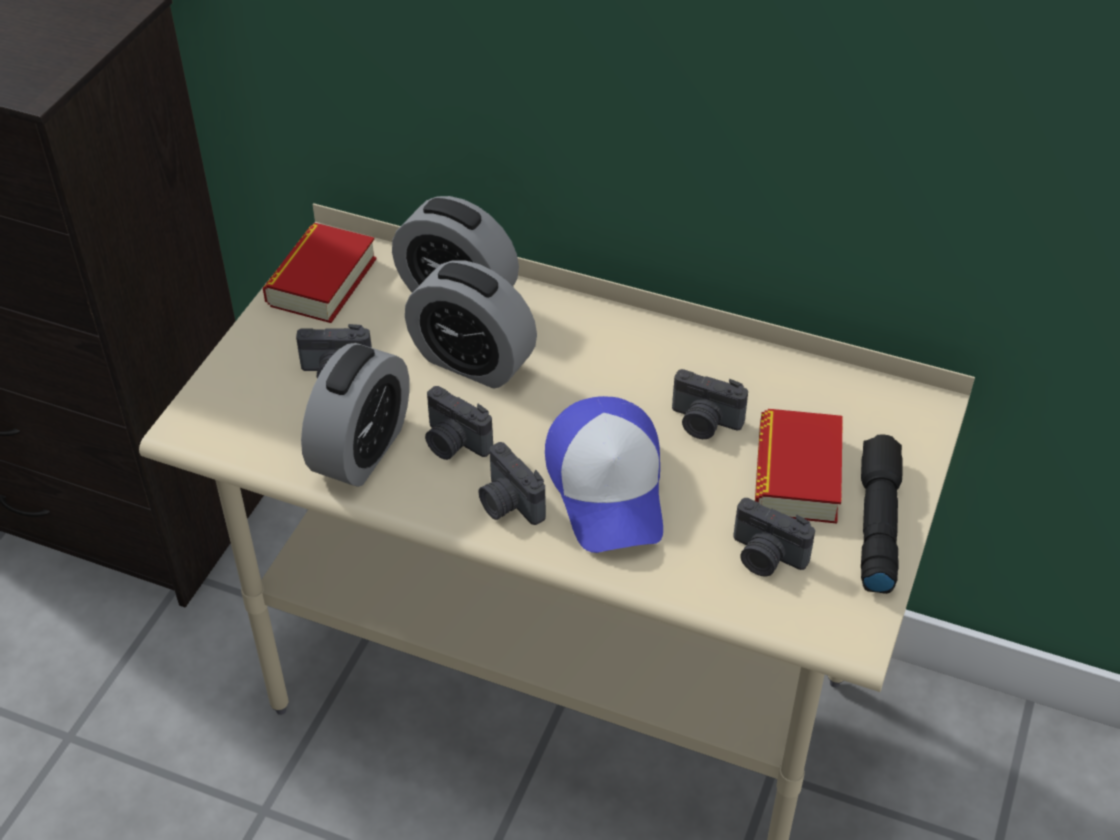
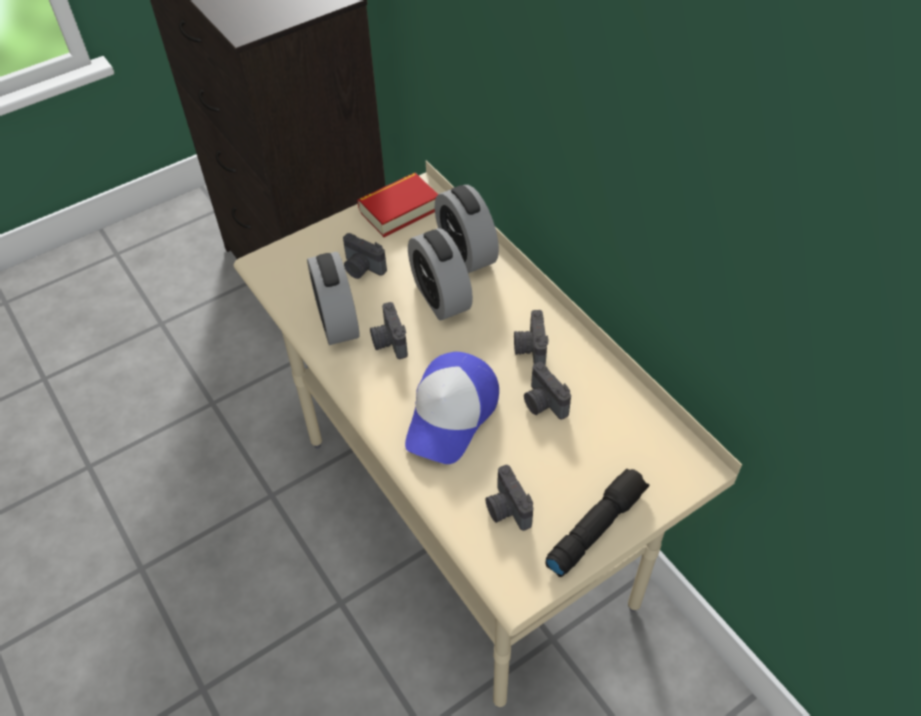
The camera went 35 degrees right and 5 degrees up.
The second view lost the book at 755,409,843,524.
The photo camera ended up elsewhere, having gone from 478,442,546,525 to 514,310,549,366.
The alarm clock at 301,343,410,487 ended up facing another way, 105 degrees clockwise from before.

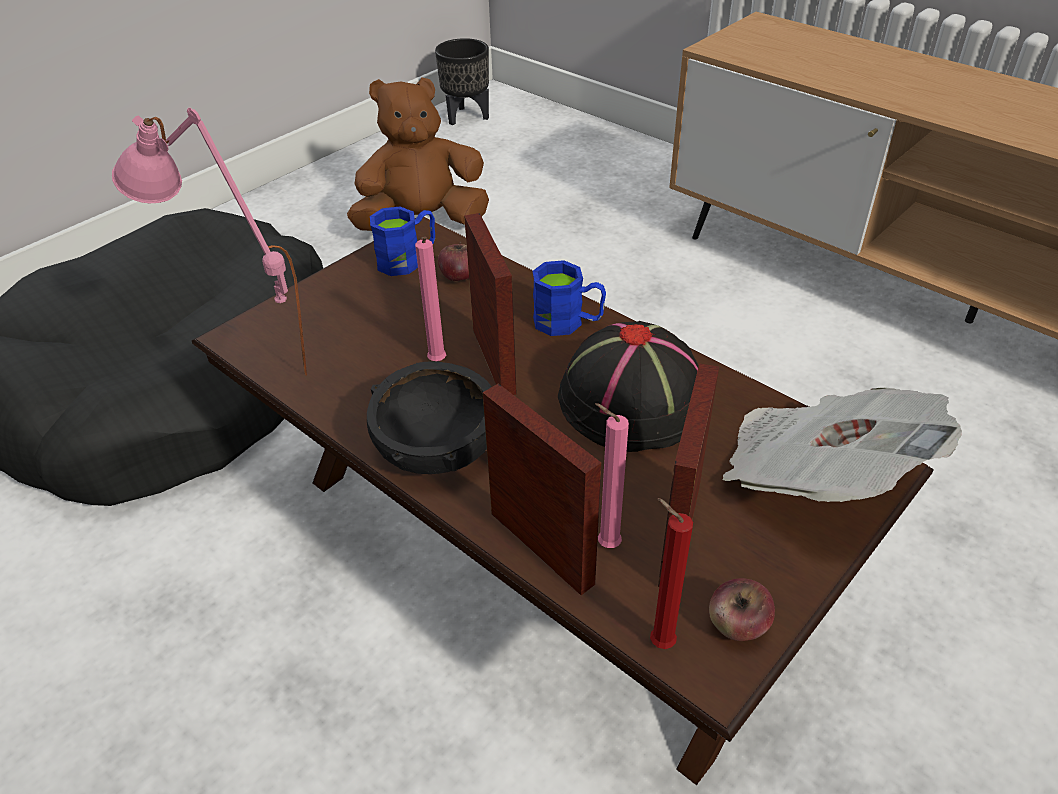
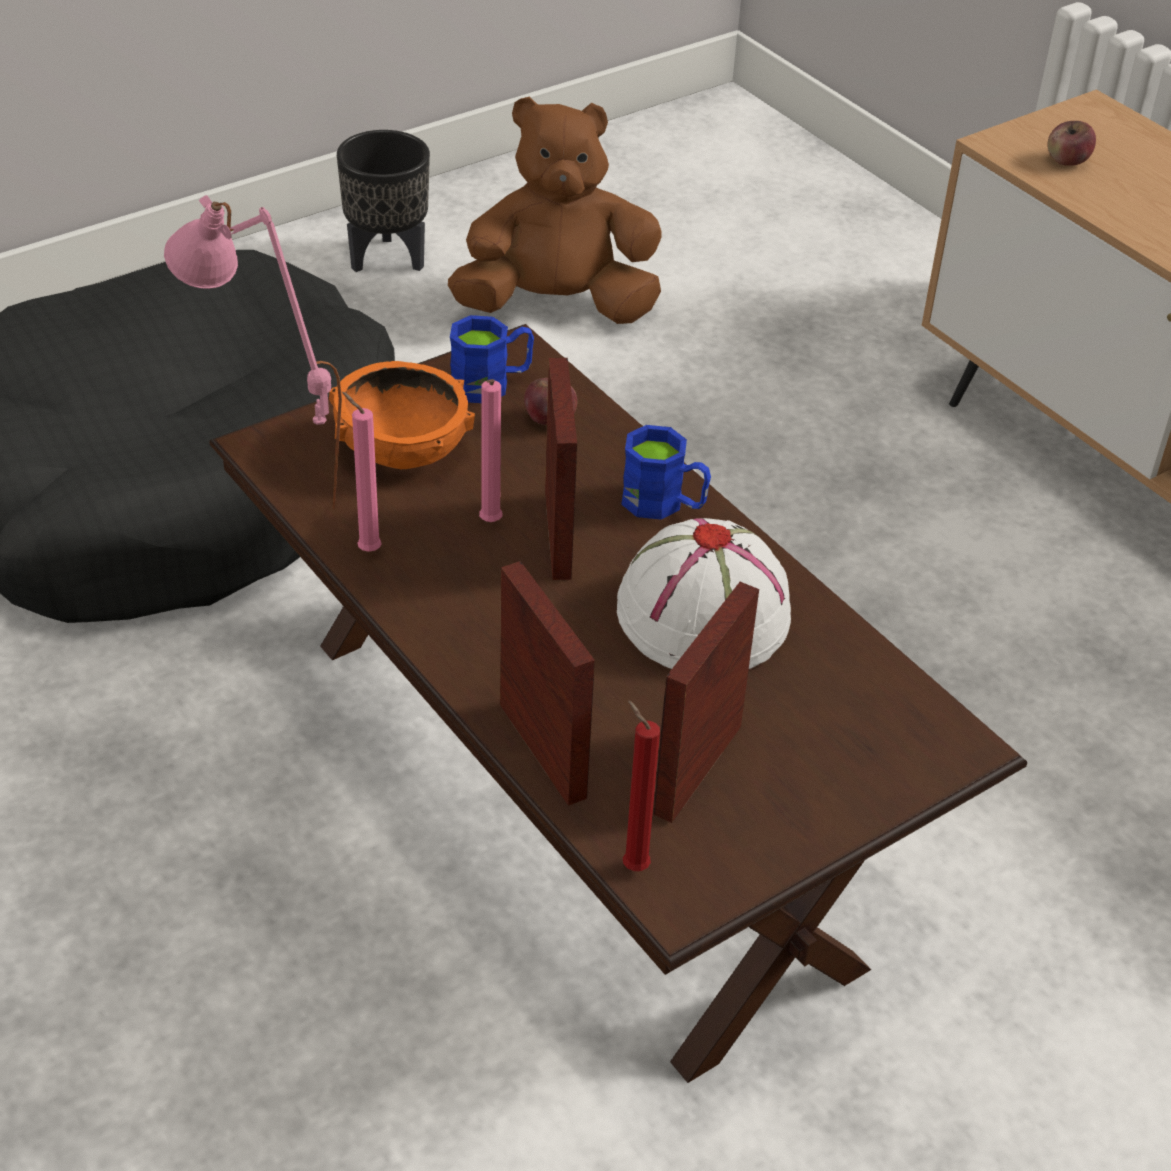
The camera went 10 degrees right and 0 degrees up.
The second view lost the bowl/black at 367,361,491,474.
The second view lost the newspaper at 722,387,962,502.
The second view gained the bowl/orange at 329,361,475,469.
The planter/black ended up elsewhere, having gone from 435,38,489,125 to 337,130,430,272.
The candle/pink ended up elsewhere, having gone from 595,403,629,548 to 342,392,382,552.
The apple ended up elsewhere, having gone from 709,578,775,641 to 1047,121,1096,165.
What was the hat/black at 558,321,699,452 turned into the hat/white at 617,518,791,669.

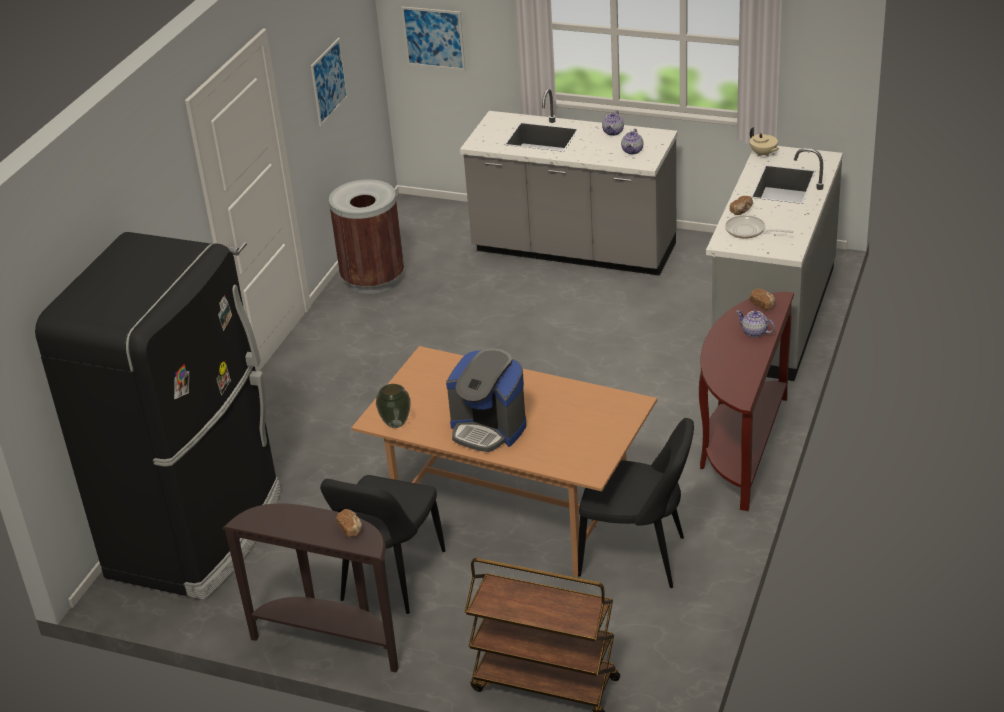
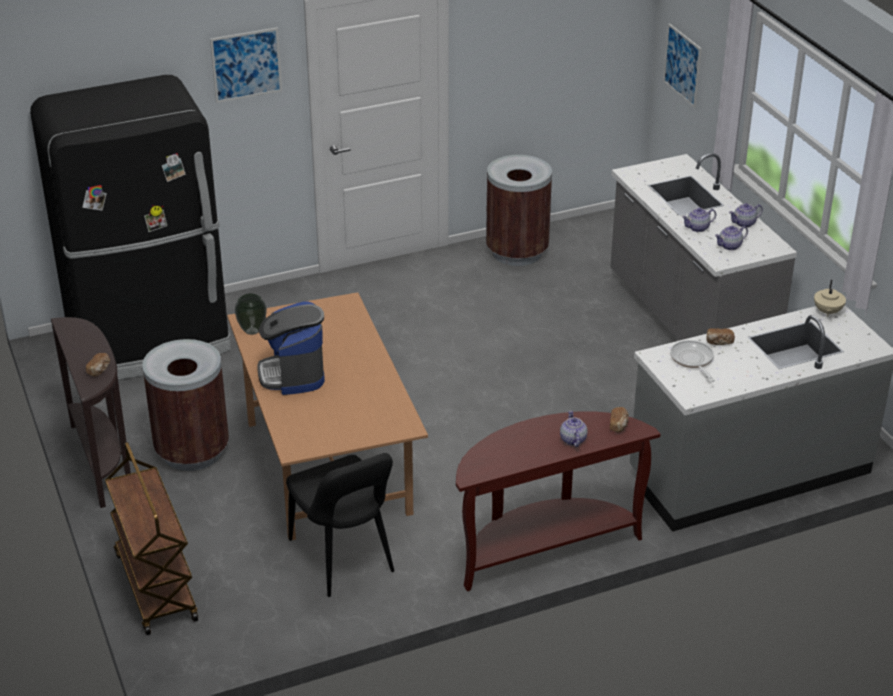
The camera went 45 degrees right and 0 degrees up.
The second view gained the teapot at 682,208,716,232.
The picture ended up elsewhere, having gone from 311,38,348,126 to 210,27,282,103.
Where the chair/black stood at 320,475,445,614, the trash can/brown came to stand at 142,339,229,471.

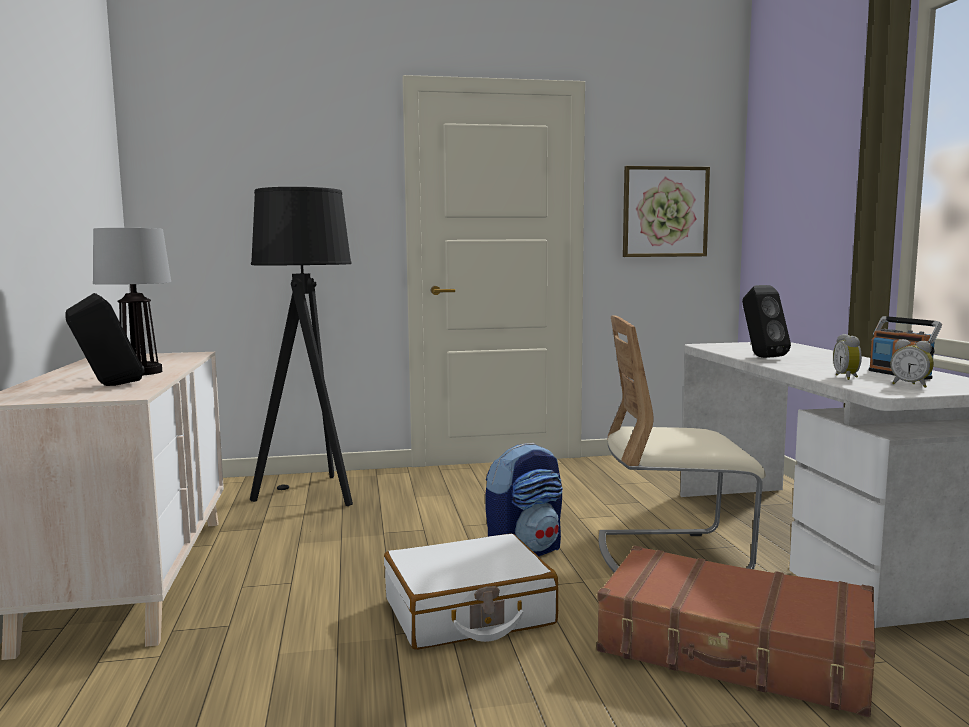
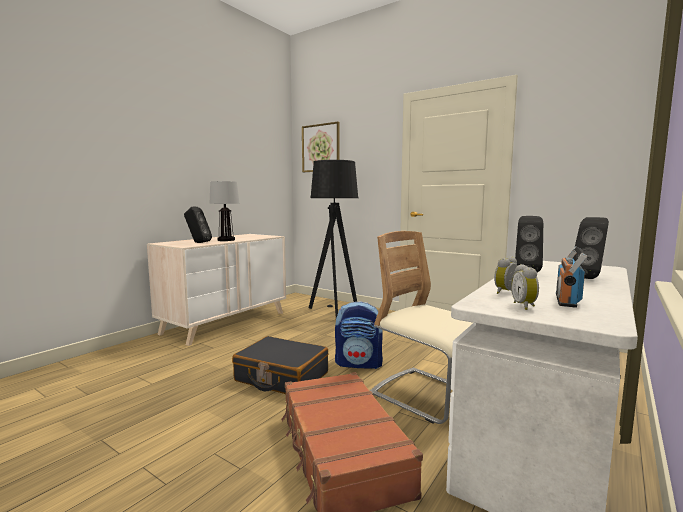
The camera went 45 degrees right and 0 degrees up.
The second view gained the speaker/black at 572,217,609,279.
The picture ended up elsewhere, having gone from 623,166,710,257 to 302,122,340,172.
What was the suitcase/white at 384,533,558,650 turned into the suitcase/black at 232,336,328,394.

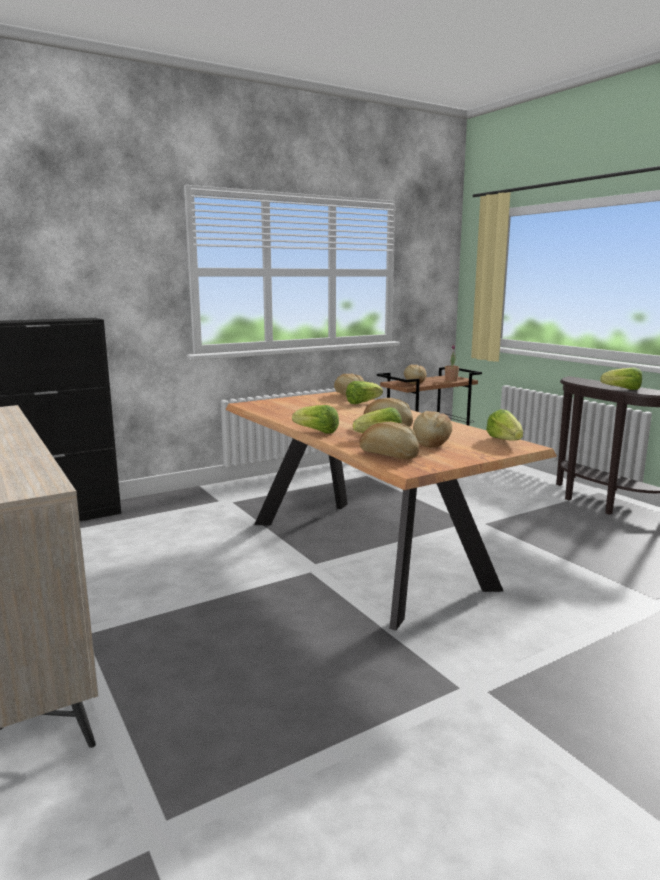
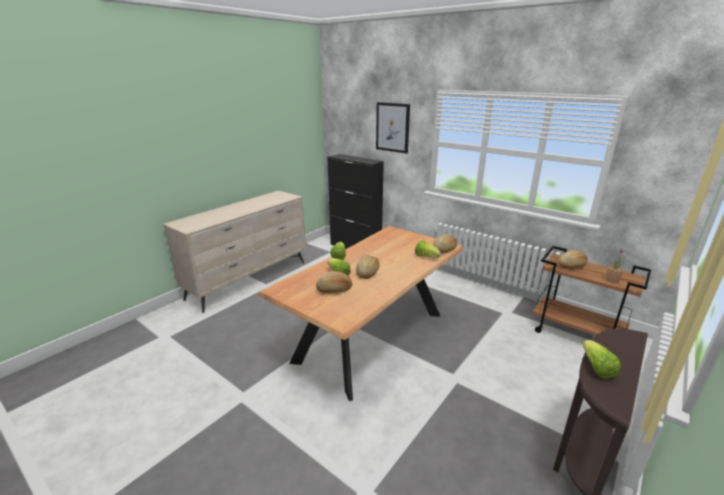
The camera went 70 degrees right and 10 degrees up.
The second view lost the bread at 359,422,419,459.
The second view lost the lettuce at 486,409,523,440.
The second view gained the picture at 376,102,410,154.

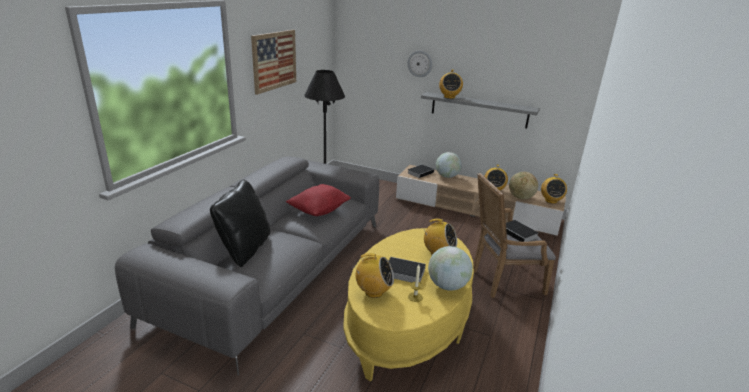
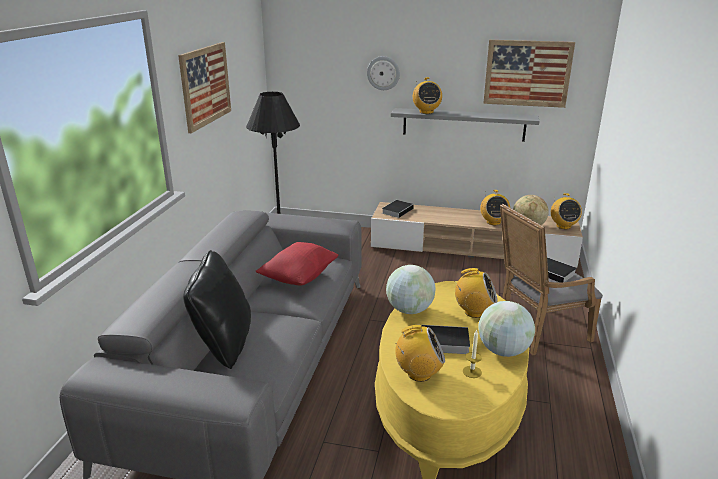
The camera went 10 degrees left and 0 degrees up.
The second view gained the picture at 483,40,575,108.
The globe ended up elsewhere, having gone from 436,152,462,178 to 386,265,435,314.

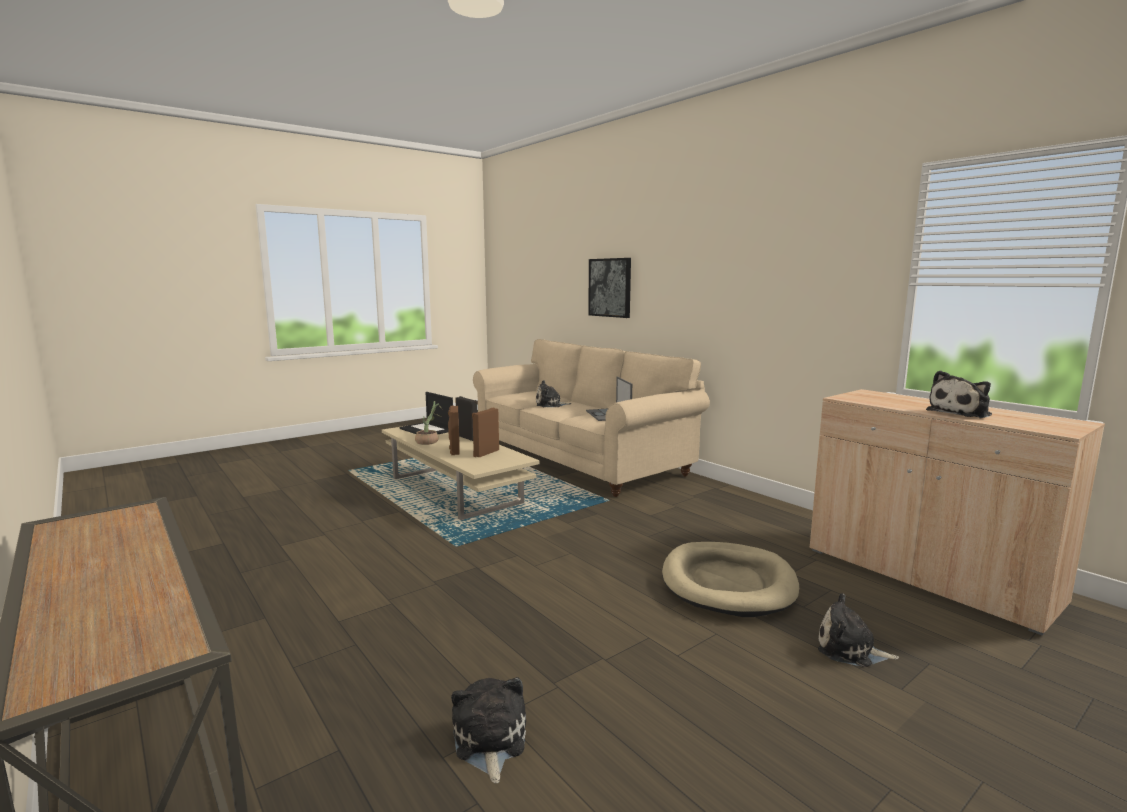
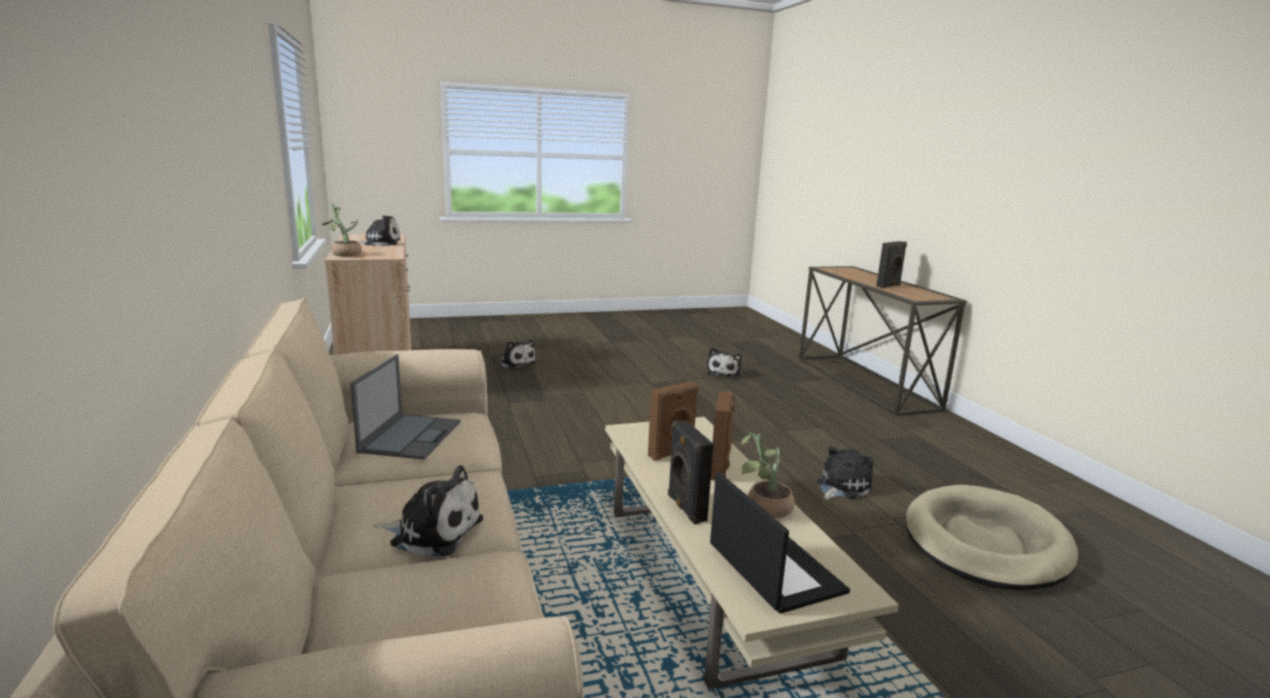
The camera went 160 degrees left and 5 degrees up.
The second view lost the picture at 588,258,631,318.
The second view gained the potted plant at 322,203,362,257.
The second view gained the plush toy at 817,446,873,500.
The second view gained the speaker/black at 876,241,907,288.
The dog bed/beige ended up elsewhere, having gone from 662,542,799,617 to 906,485,1078,590.

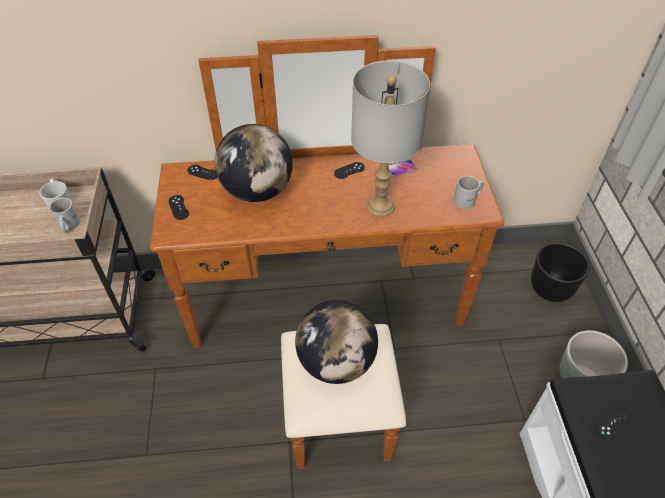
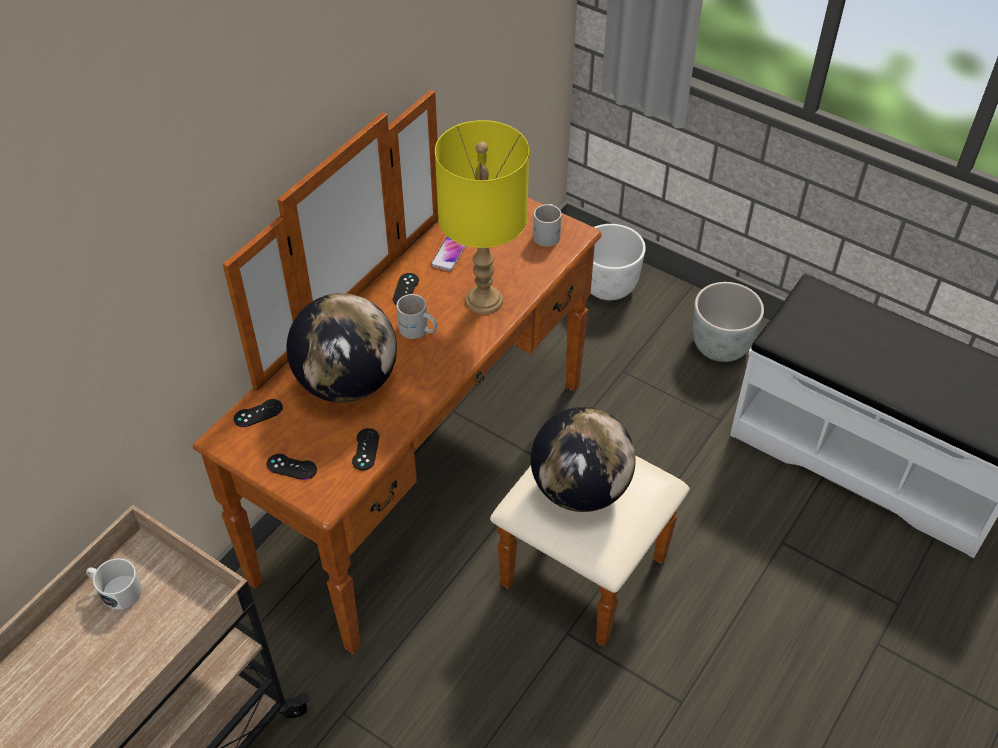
The camera went 50 degrees left and 0 degrees up.
The mug/white ended up elsewhere, having gone from 49,198,80,233 to 397,294,437,339.
The game controller/black ended up elsewhere, having gone from 596,410,630,440 to 352,428,379,470.
What was the table lamp/grey at 351,60,430,217 turned into the table lamp/yellow at 435,120,529,314.
What was the planter/black at 531,243,590,302 turned into the planter/white at 591,224,646,300.

